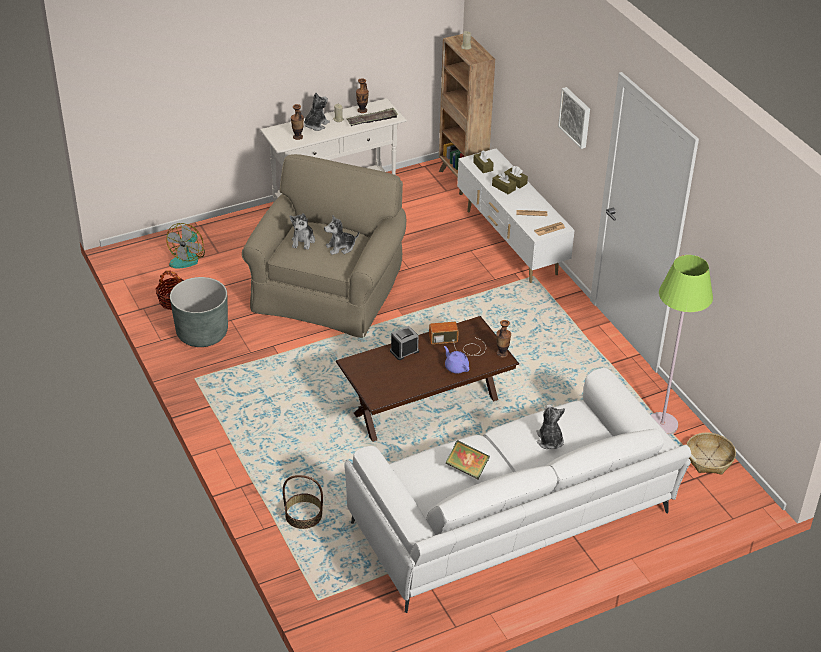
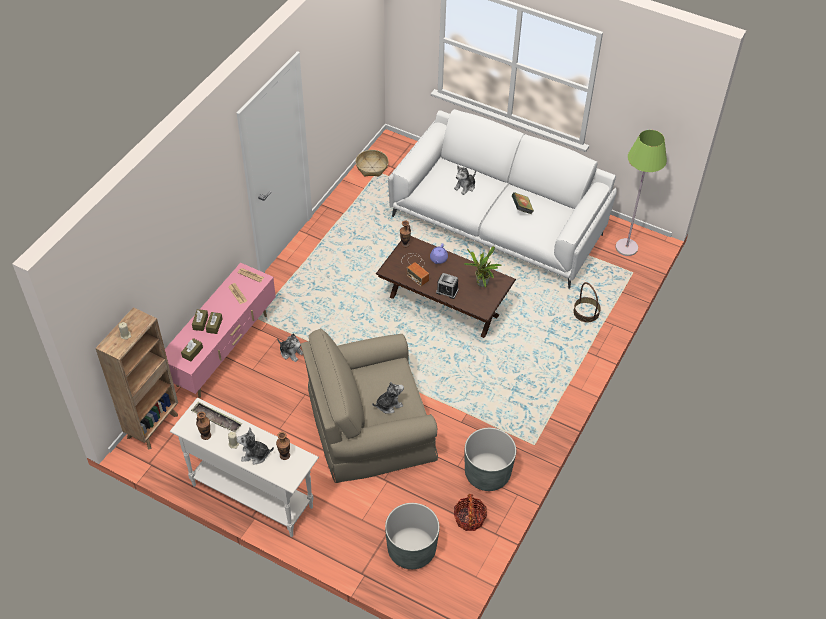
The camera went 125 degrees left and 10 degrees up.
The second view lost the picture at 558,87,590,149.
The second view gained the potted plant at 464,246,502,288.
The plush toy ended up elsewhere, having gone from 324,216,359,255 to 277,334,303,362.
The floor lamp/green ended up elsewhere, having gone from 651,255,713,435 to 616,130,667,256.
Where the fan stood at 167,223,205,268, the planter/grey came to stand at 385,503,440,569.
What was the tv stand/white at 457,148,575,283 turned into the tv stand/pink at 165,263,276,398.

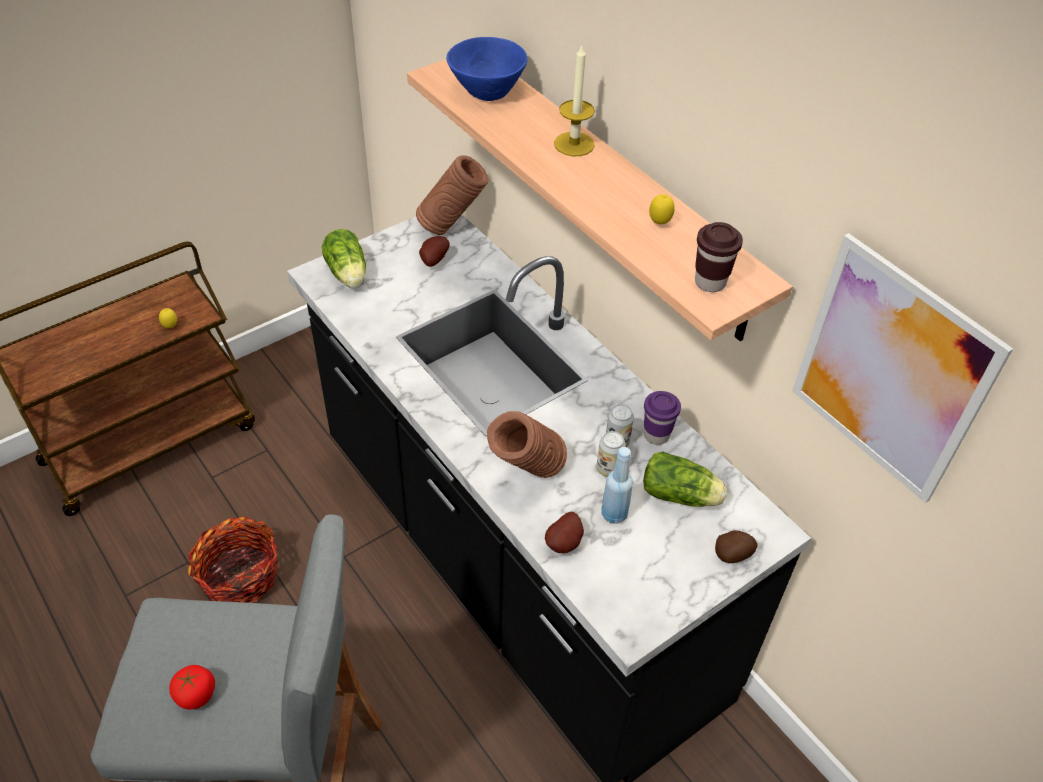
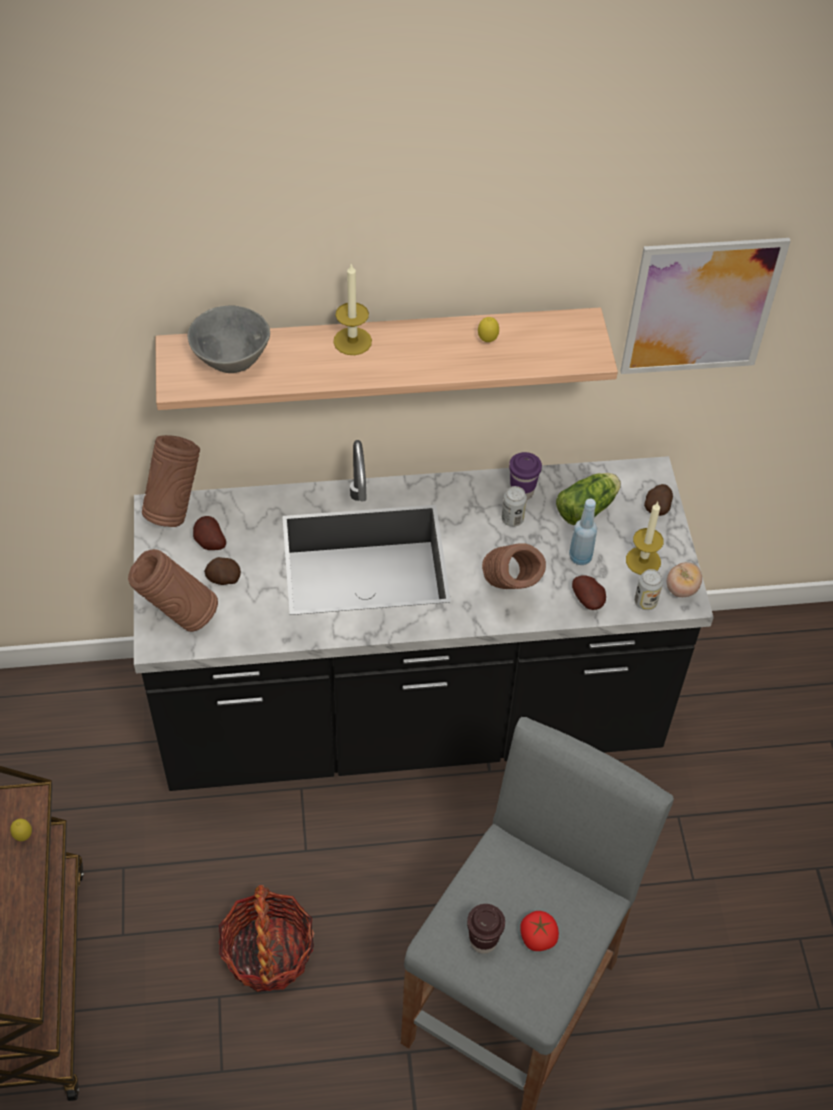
The camera went 60 degrees left and 5 degrees up.
The second view gained the potato at 204,557,241,585.
The second view gained the candle at 626,502,664,575.
The second view gained the tomato at 667,562,702,597.
The can ended up elsewhere, having gone from 597,431,626,477 to 634,569,663,610.
The cup/brown ended up elsewhere, having gone from 695,222,743,292 to 467,904,505,954.
Where the lettuce stood at 322,229,366,288, the vase/brown came to stand at 128,549,218,632.
What was the bowl/blue at 447,37,527,101 turned into the bowl/grey at 188,305,270,373.

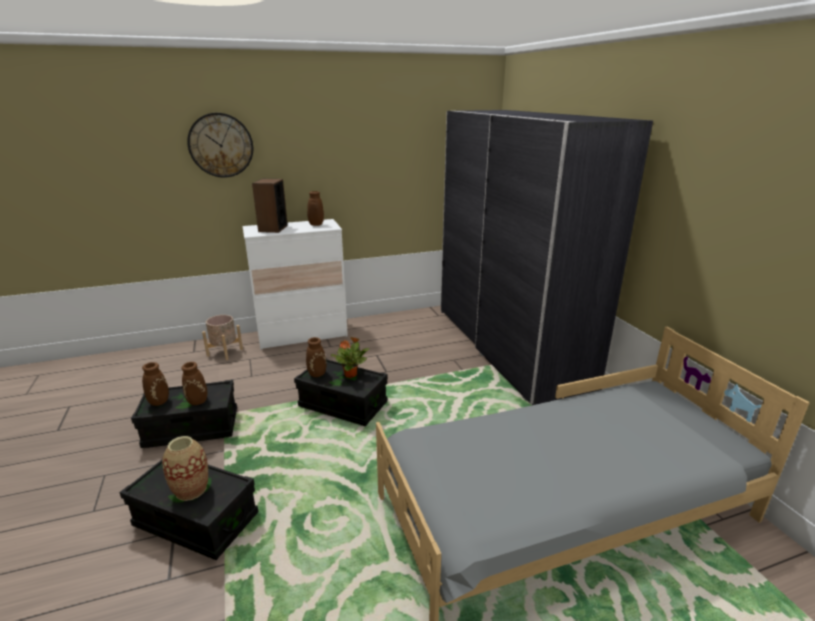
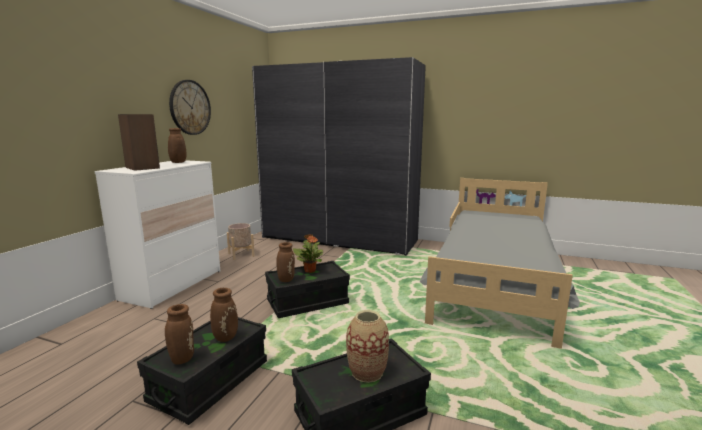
The camera went 50 degrees left and 10 degrees down.
The wall clock ended up elsewhere, having gone from 187,113,253,177 to 169,80,211,135.
The planter/beige ended up elsewhere, having gone from 202,315,243,361 to 227,223,255,260.

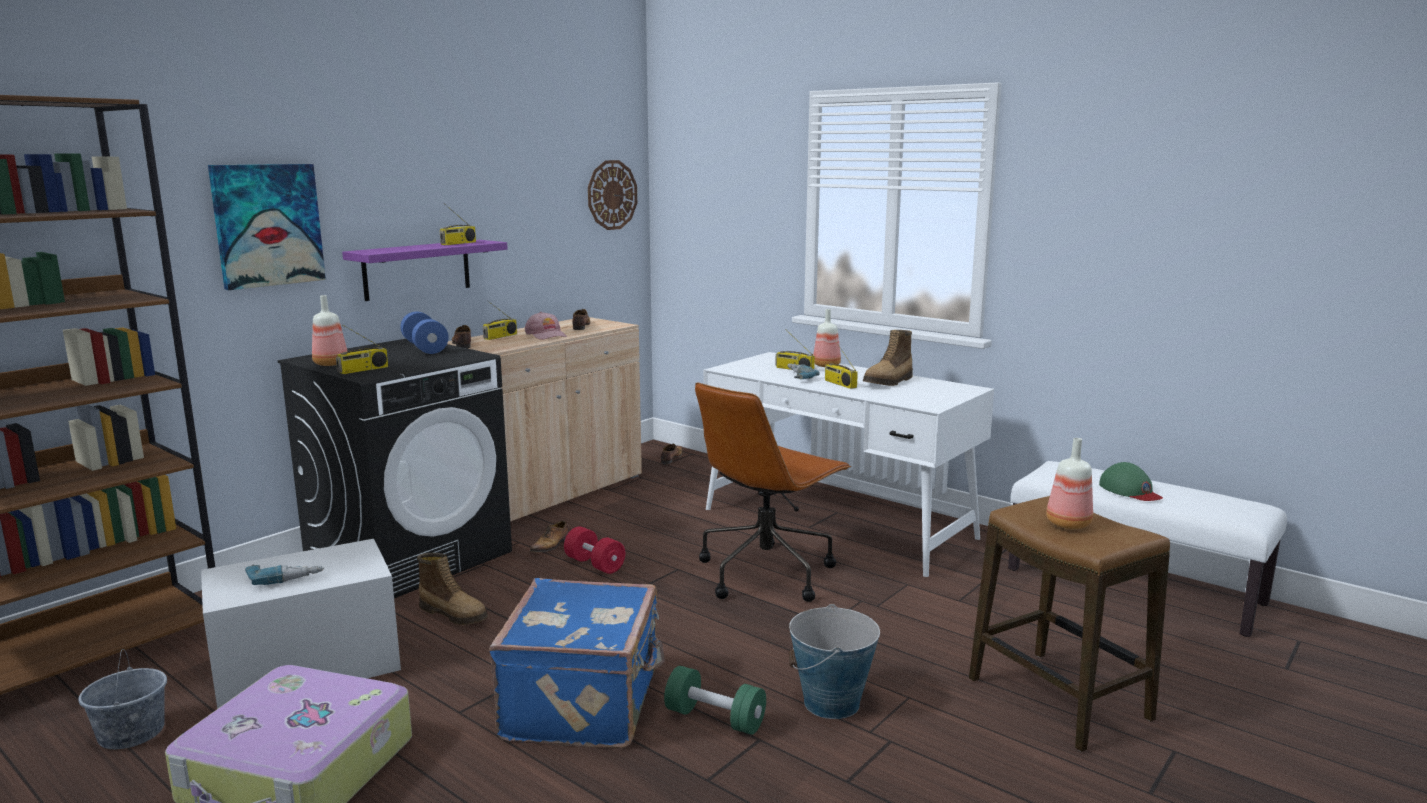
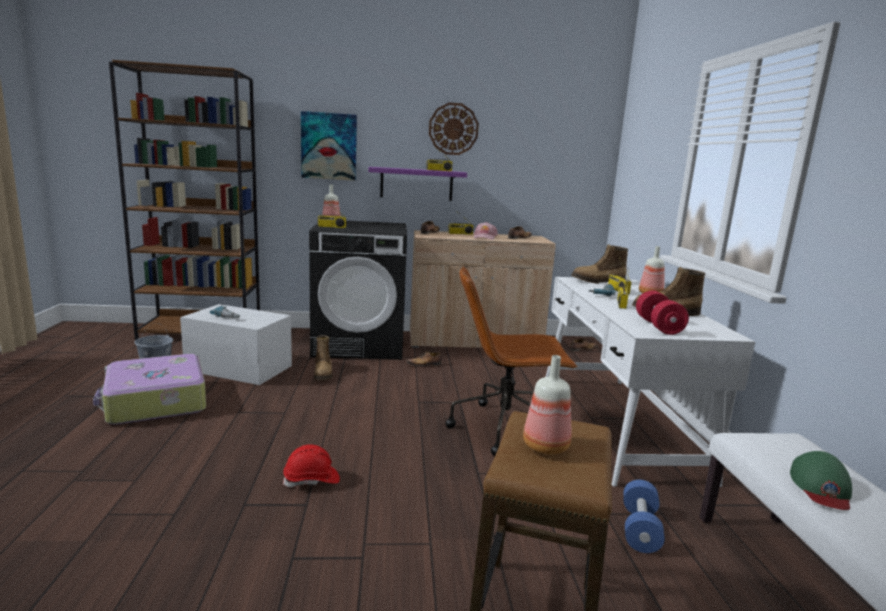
The camera went 45 degrees right and 0 degrees up.
The second view lost the suitcase/blue at 489,578,665,748.
The second view lost the bucket at 789,604,880,719.
The second view gained the boot at 571,245,628,284.
The dumbbell/blue ended up elsewhere, having gone from 400,311,449,354 to 623,480,665,553.
The dumbbell/red ended up elsewhere, having gone from 564,526,625,574 to 636,290,689,335.
The wall clock ended up elsewhere, having gone from 588,160,637,230 to 429,103,479,155.
Where the dumbbell/green stood at 664,666,766,735, the hard hat/red came to stand at 283,444,340,487.

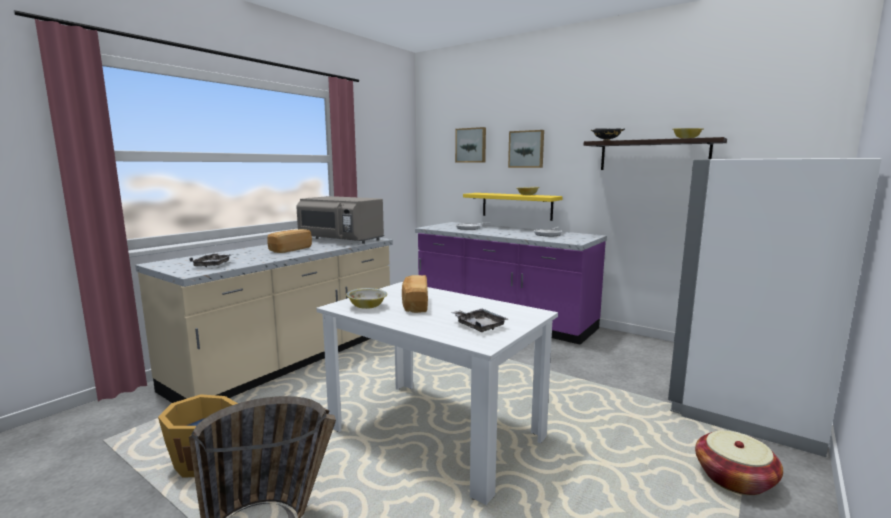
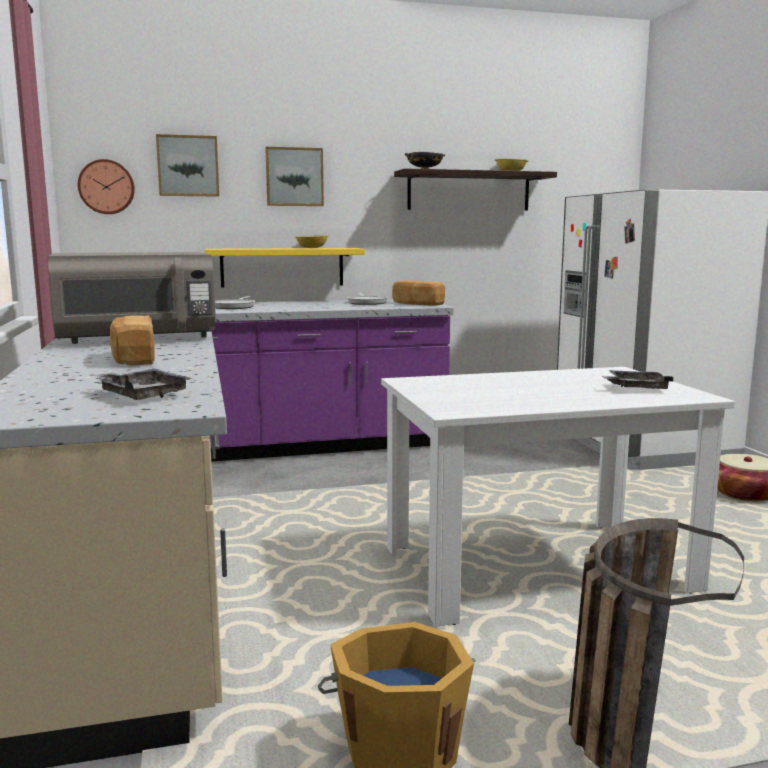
The camera went 50 degrees left and 0 degrees up.
The second view lost the bowl at 346,288,387,309.
The second view gained the wall clock at 78,159,135,214.
The bread ended up elsewhere, having gone from 402,275,428,313 to 392,280,445,306.

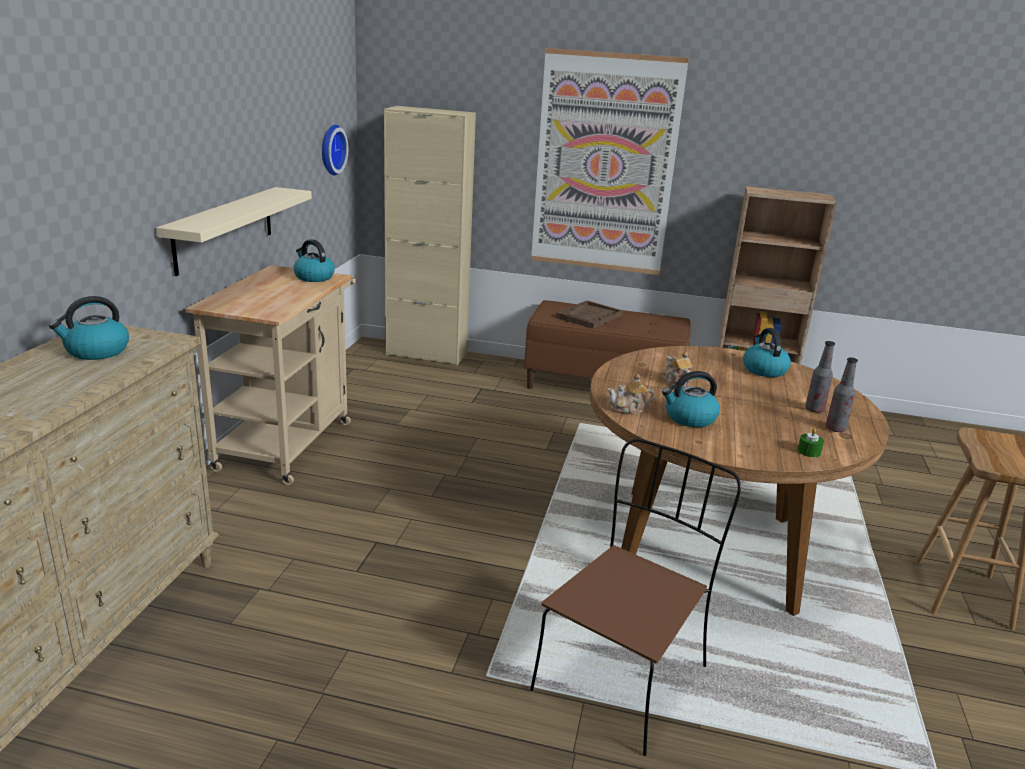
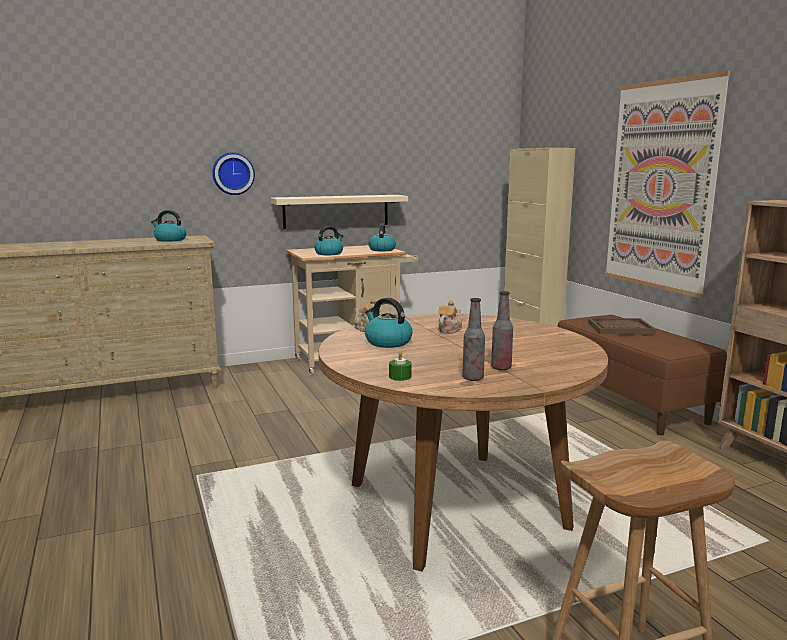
The camera went 55 degrees right and 10 degrees down.
The second view lost the chair/brown at 530,438,741,756.
The wall clock ended up elsewhere, having gone from 322,125,348,175 to 212,152,255,195.
The kettle ended up elsewhere, having gone from 743,328,791,377 to 314,226,343,255.

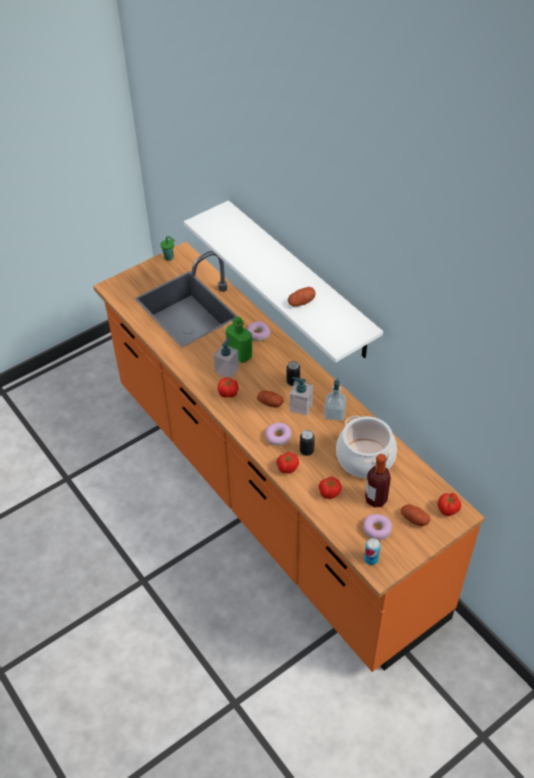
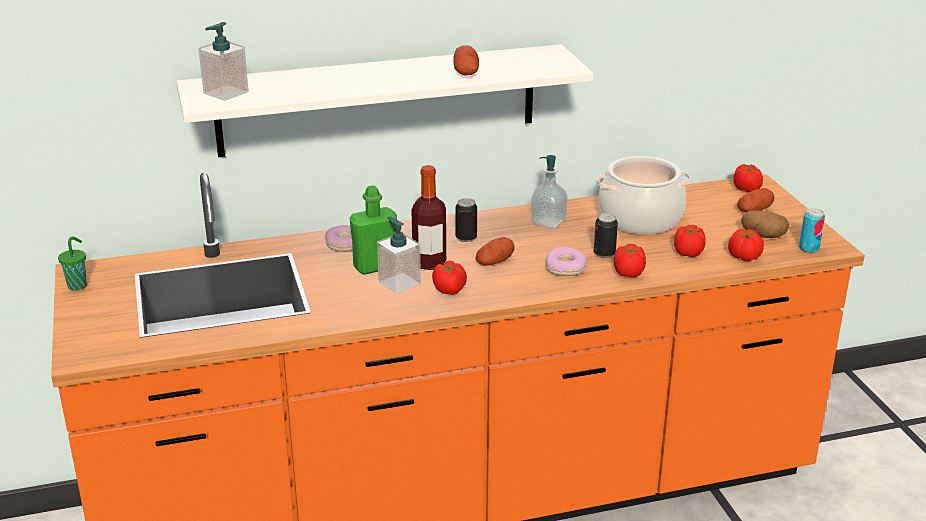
The camera went 70 degrees left and 20 degrees down.
The second view gained the tomato at 728,229,764,261.
The soap dispenser ended up elsewhere, having gone from 290,377,313,416 to 198,22,249,101.
The bottle ended up elsewhere, having gone from 365,454,391,508 to 411,165,446,270.
Where the donut stood at 363,514,392,540, the potato came to stand at 741,210,789,238.

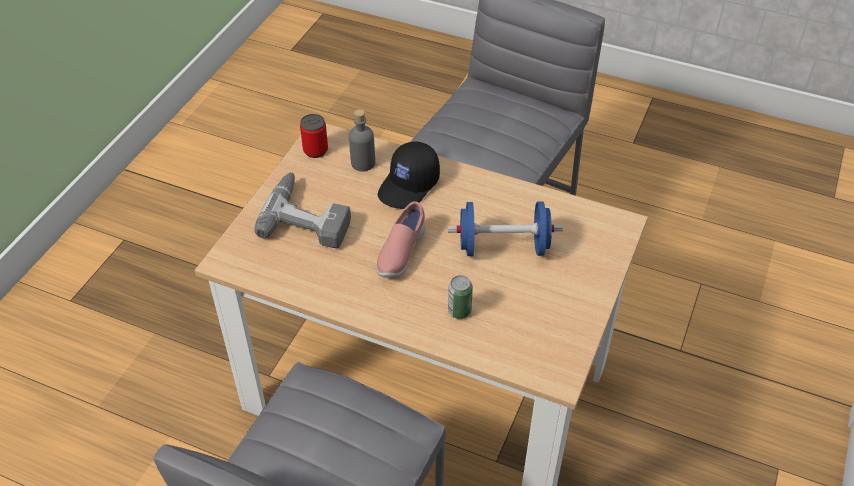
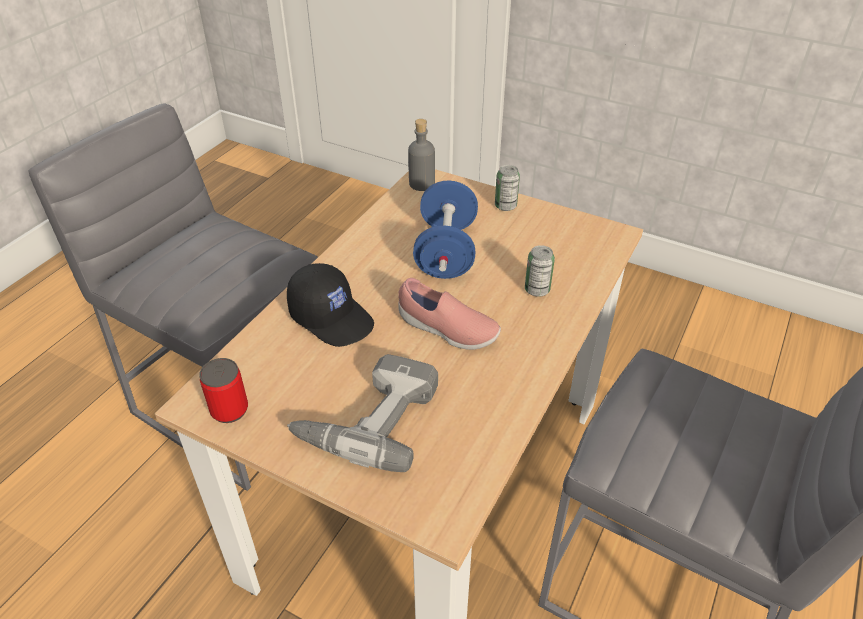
The camera went 85 degrees left and 5 degrees down.
The second view gained the can at 495,165,520,211.
The bottle/grey ended up elsewhere, having gone from 349,109,375,172 to 408,119,435,191.

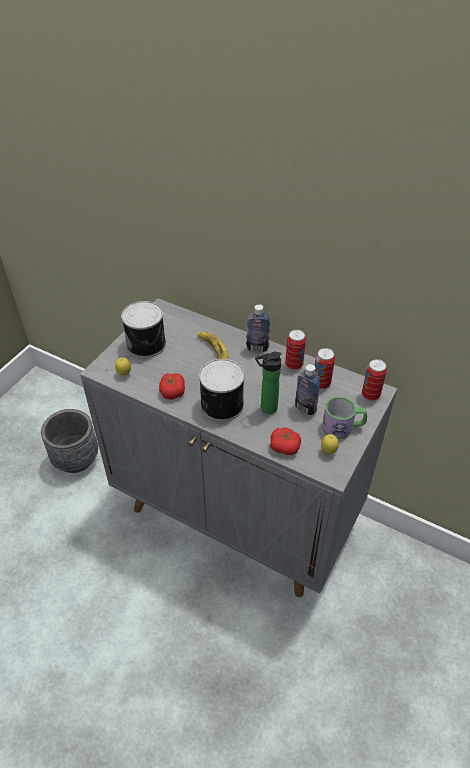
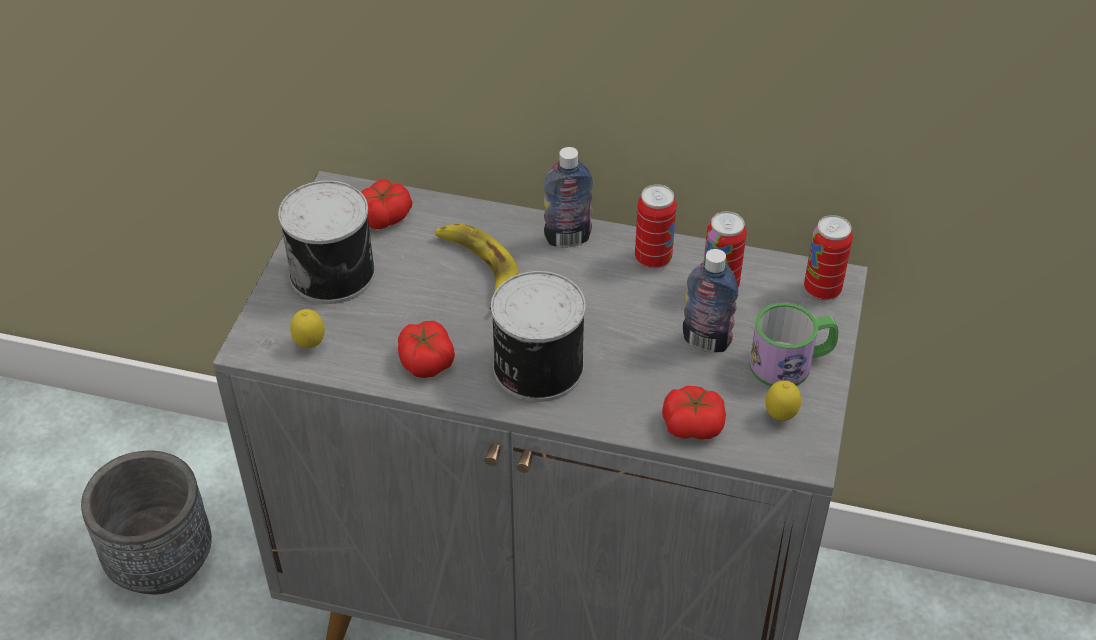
The camera went 15 degrees left and 0 degrees up.
The second view lost the bottle at 255,352,282,414.
The second view gained the tomato at 361,179,412,229.

